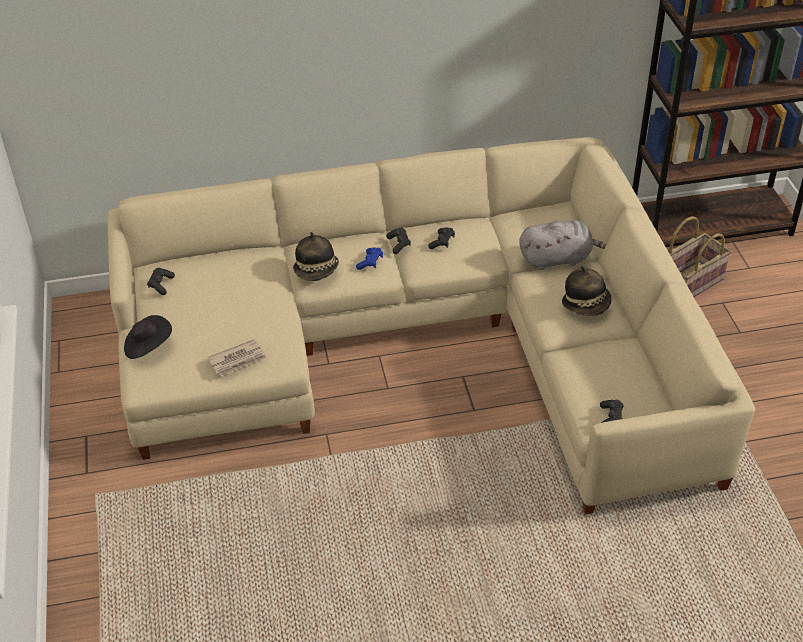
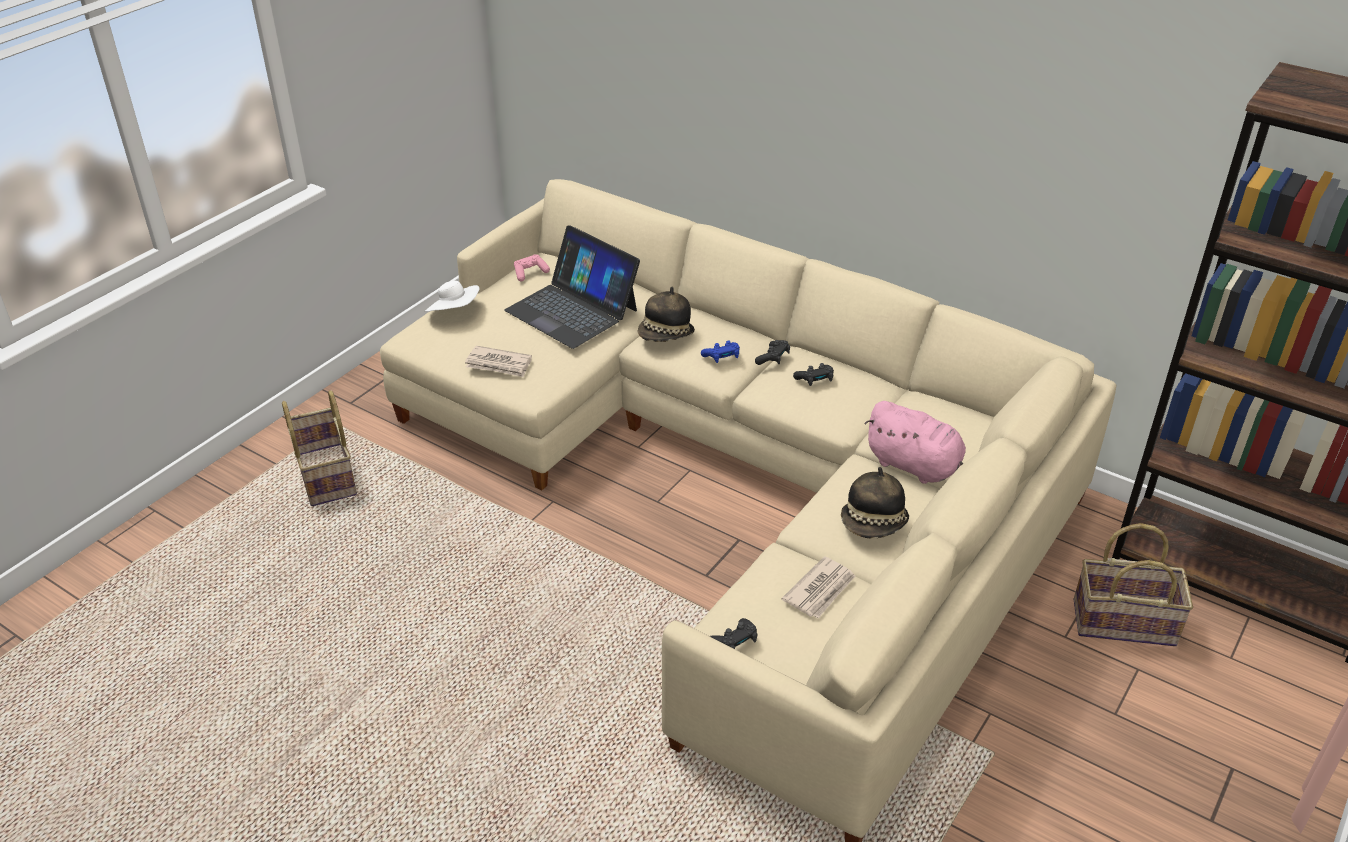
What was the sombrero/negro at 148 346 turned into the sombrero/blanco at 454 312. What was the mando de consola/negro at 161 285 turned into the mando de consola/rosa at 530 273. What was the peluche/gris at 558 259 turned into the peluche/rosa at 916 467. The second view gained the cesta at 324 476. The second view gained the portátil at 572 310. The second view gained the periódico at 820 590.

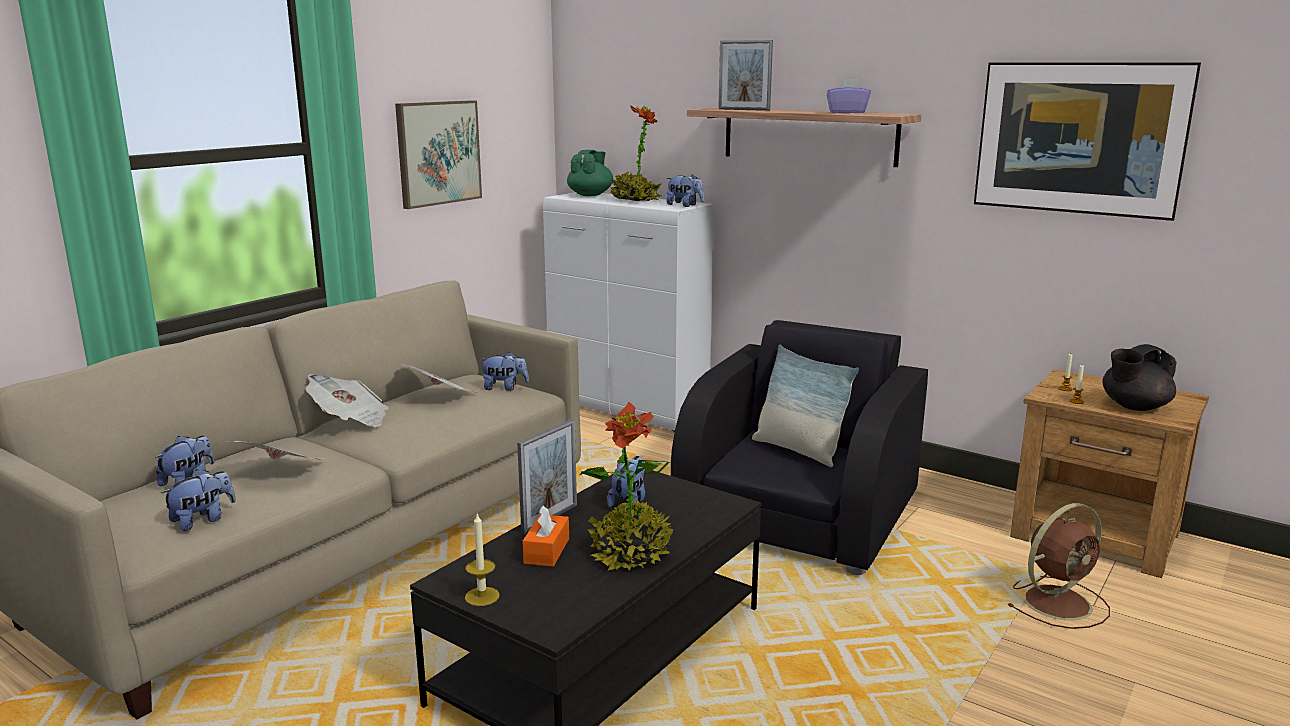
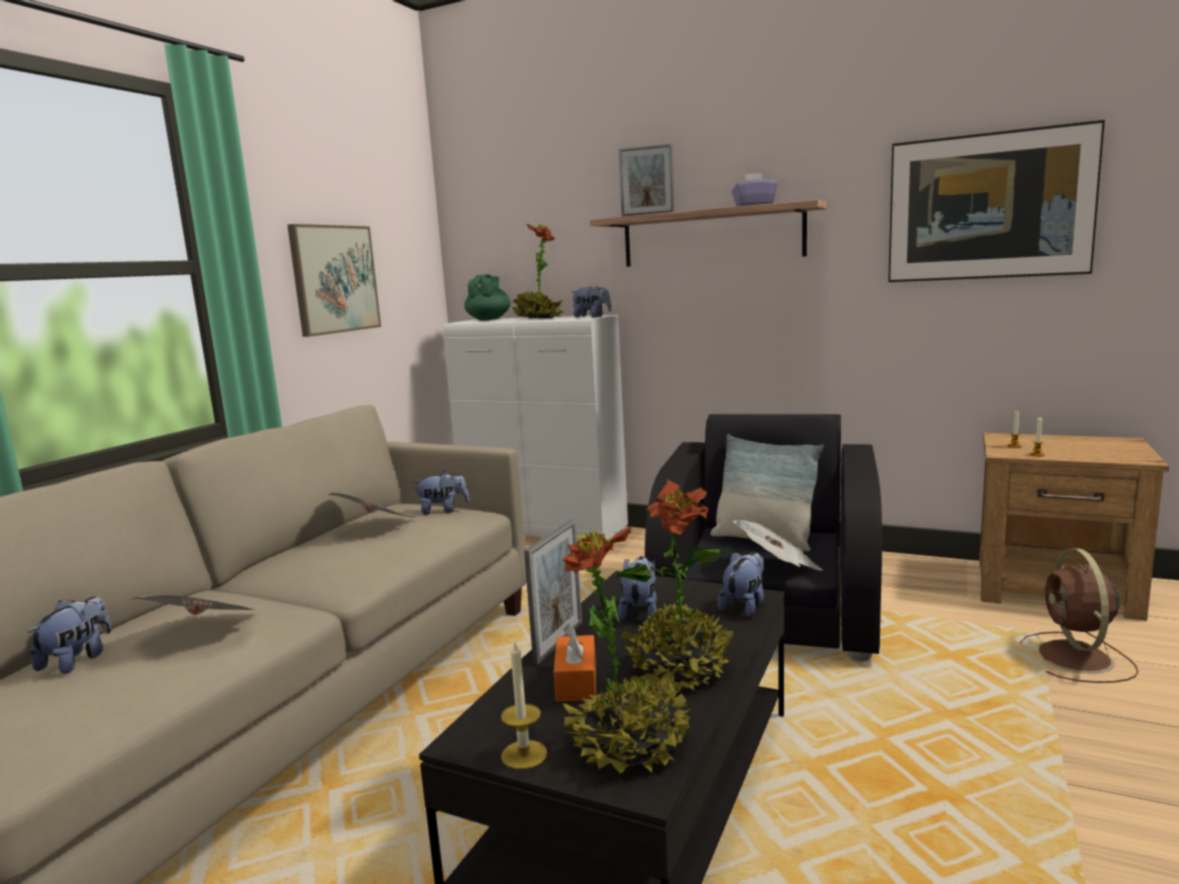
The peluche ended up elsewhere, having gone from 203 520 to 744 605. The periódico ended up elsewhere, having gone from 350 419 to 778 566. The ventilador/marrón at 1059 602 ended up facing another way, 135 degrees clockwise from before. The second view lost the tetera/negro at 1134 407. The second view gained the planta en maceta at 629 744.

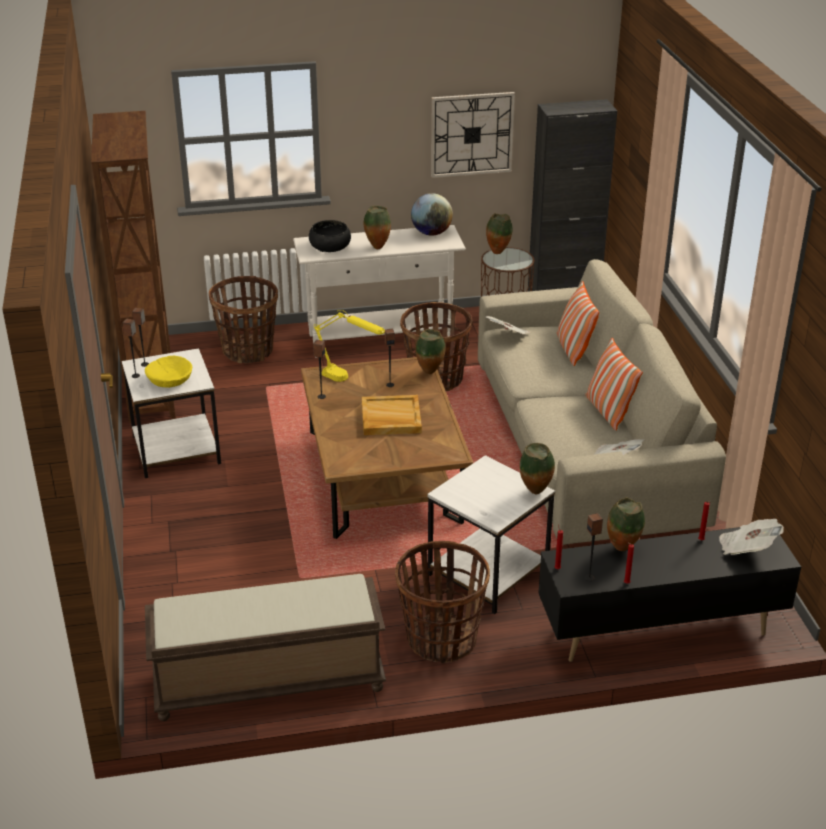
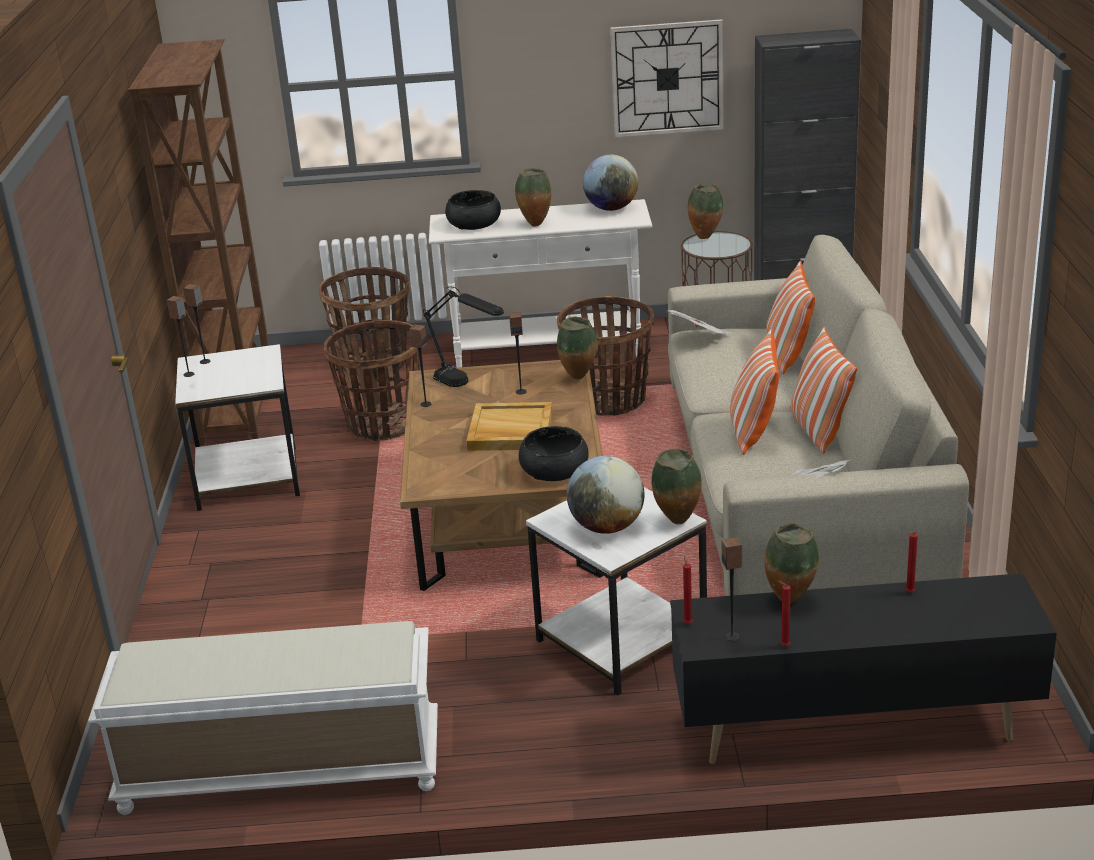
The second view lost the cuenco/amarillo at 170 380. What was the banco/marrón at 267 682 turned into the banco/blanco at 279 770. What was the lámpara de mesa/amarillo at 349 381 turned into the lámpara de mesa/negro at 468 386. The cesta ended up elsewhere, having gone from 441 640 to 382 425. The second view lost the periódico at 746 549. The second view gained the cuenco/negro at 554 470. The second view gained the globo terráqueo at 607 527. The second view gained the cojín at 753 432.

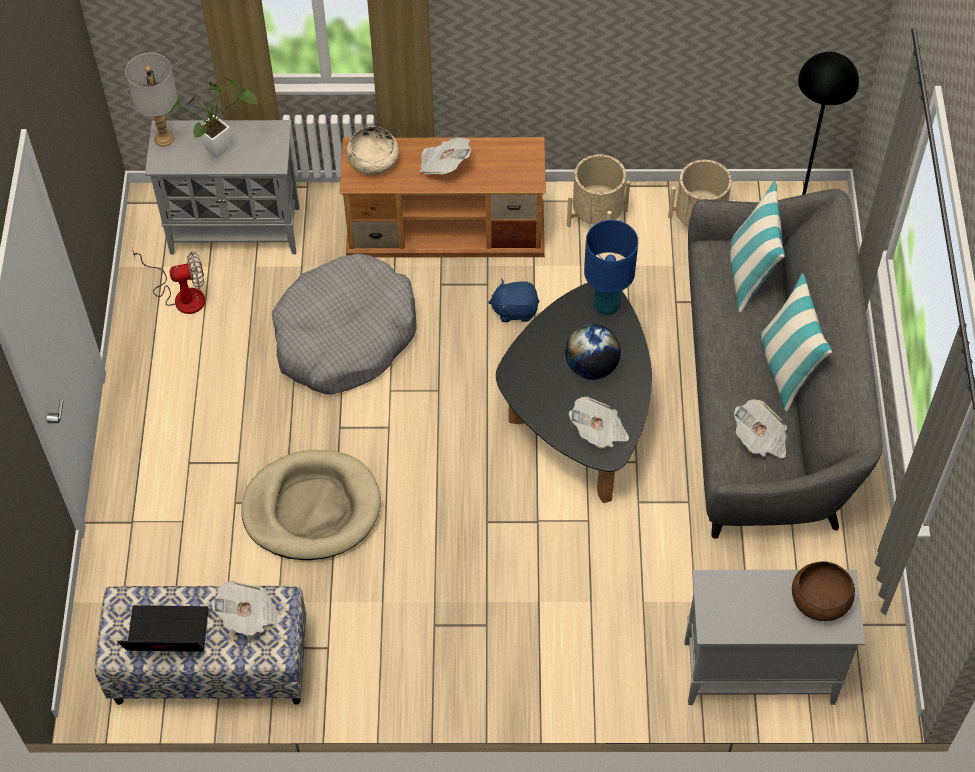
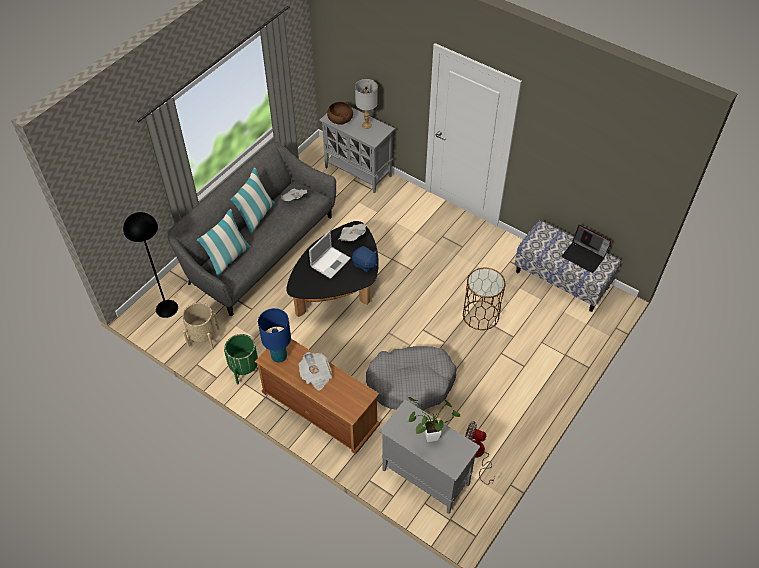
The lámpara de mesa/gris ended up elsewhere, having gone from 164 138 to 366 125. The second view lost the periódico at 249 616. Where the cama para perro/beis stood at 312 508, the mesa auxiliar/marrón came to stand at 481 315. The second view lost the cuenco/beis at 373 160. The peluche/azul ended up elsewhere, having gone from 515 310 to 364 264. Where the globo terráqueo stood at 591 367, the portátil came to stand at 331 262. What was the maceta/beis at 597 218 turned into the maceta/verde at 245 369. The lámpara de mesa/azul ended up elsewhere, having gone from 606 305 to 279 356.

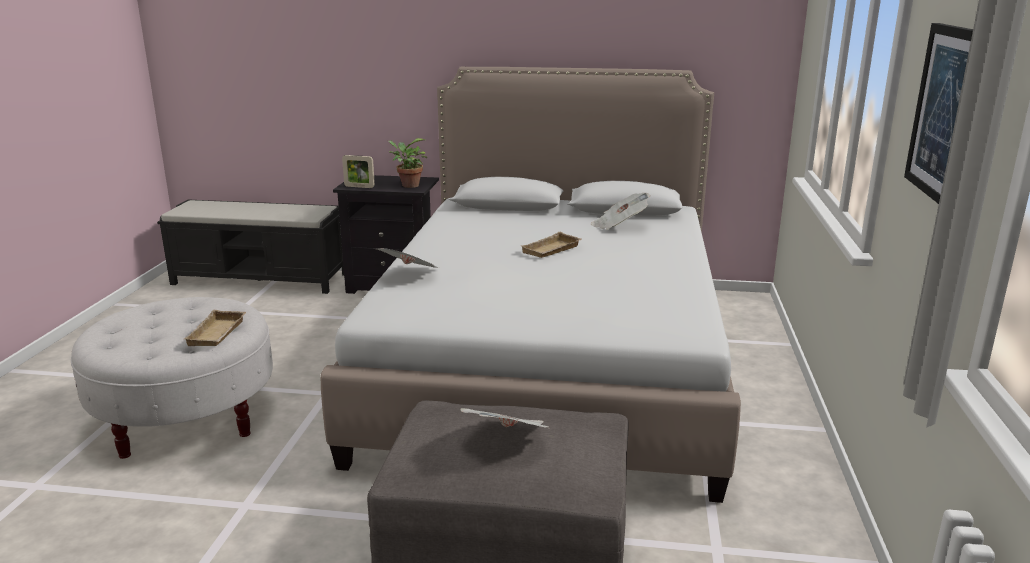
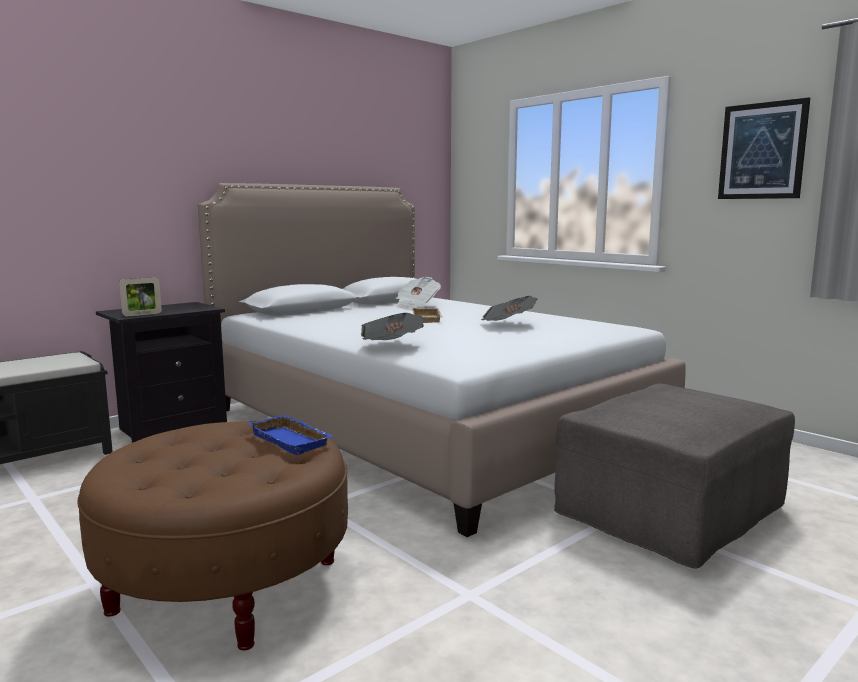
What was the puf/blanco at 186 417 turned into the puf/marrón at 226 585. What was the bandeja/beis at 218 334 turned into the bandeja/azul at 293 440. The second view lost the planta en maceta at 408 185. The periódico ended up elsewhere, having gone from 509 439 to 508 324.

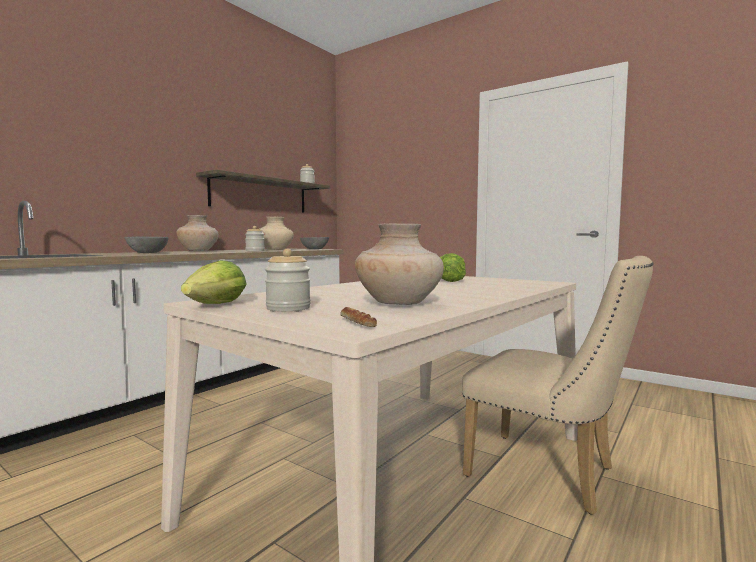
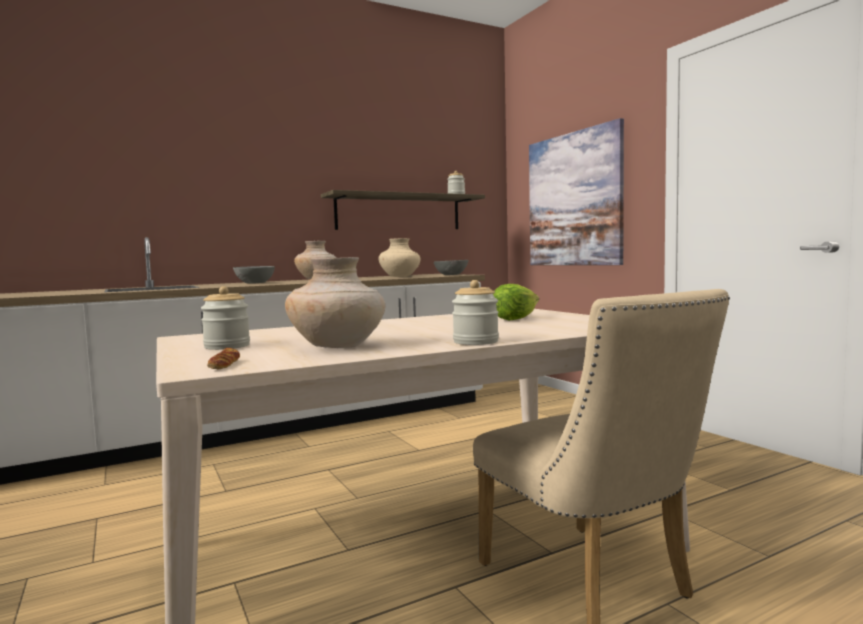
The second view lost the lechuga at 216 305. The tarro ended up elsewhere, having gone from 255 251 to 475 342. The second view gained the cuadro at 573 199.

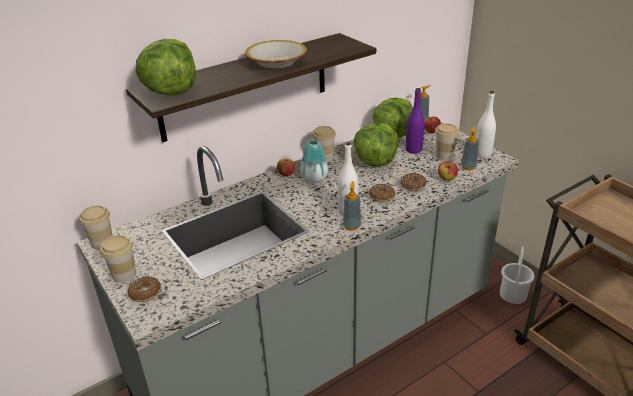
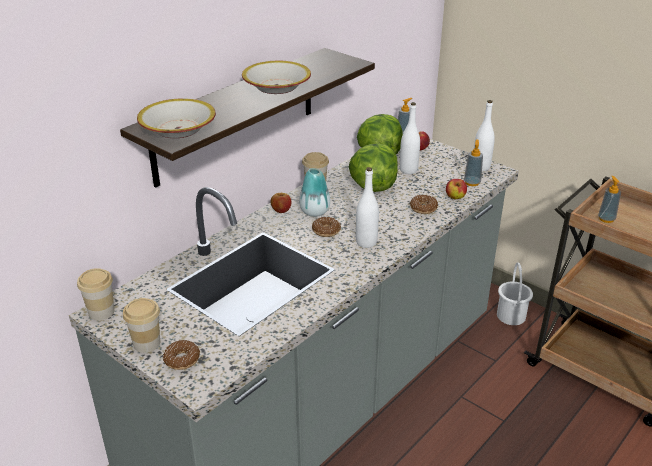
Where the lechuga stood at 170 92, the cuenco came to stand at 178 129. The dispensador de jabón ended up elsewhere, having gone from 352 226 to 606 219. The rosquilla ended up elsewhere, having gone from 382 196 to 326 231. What was the botella/morado at 413 150 turned into the botella/blanco at 408 170. The second view lost the taza at 444 155.

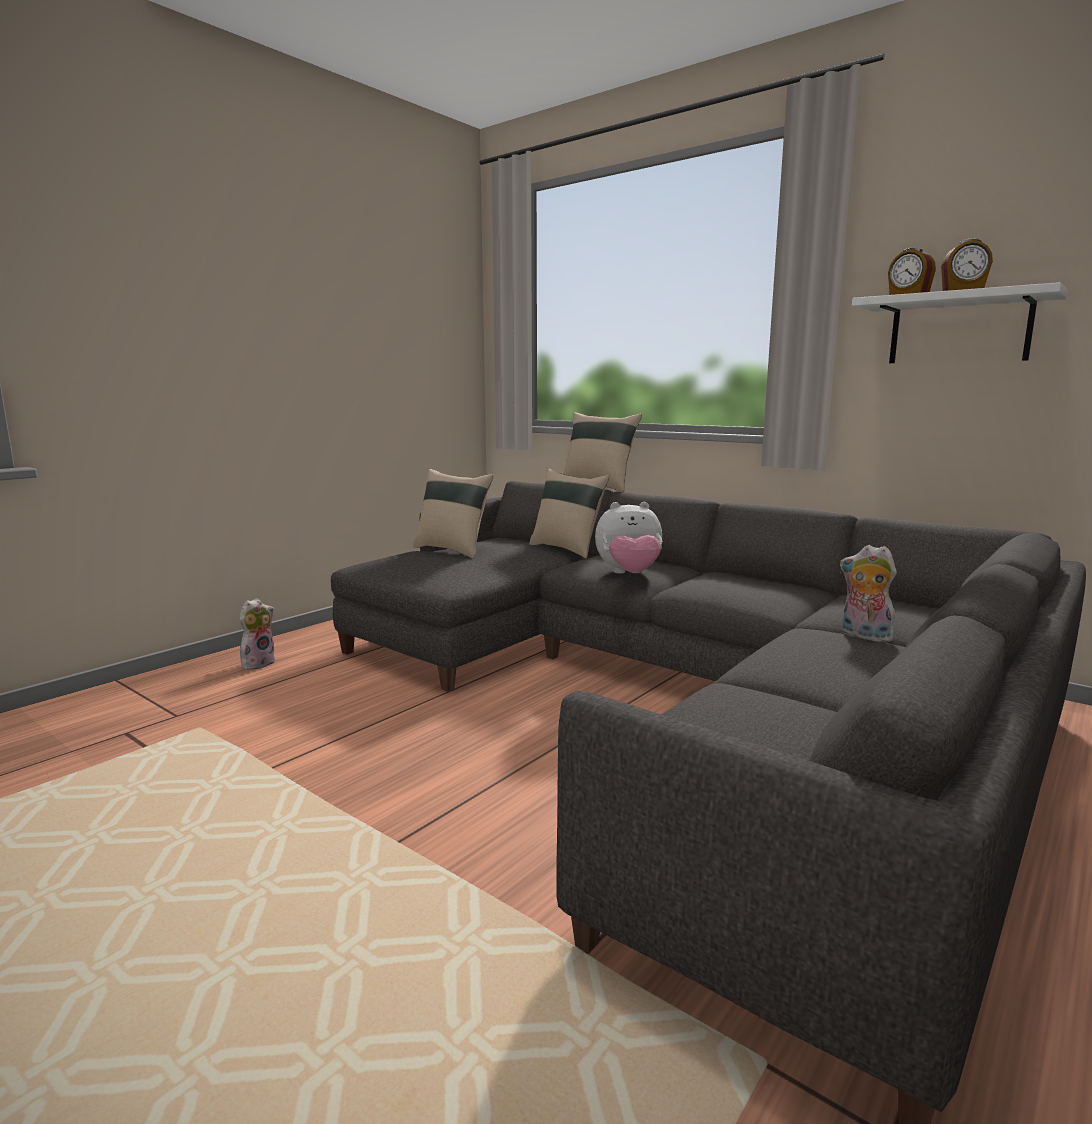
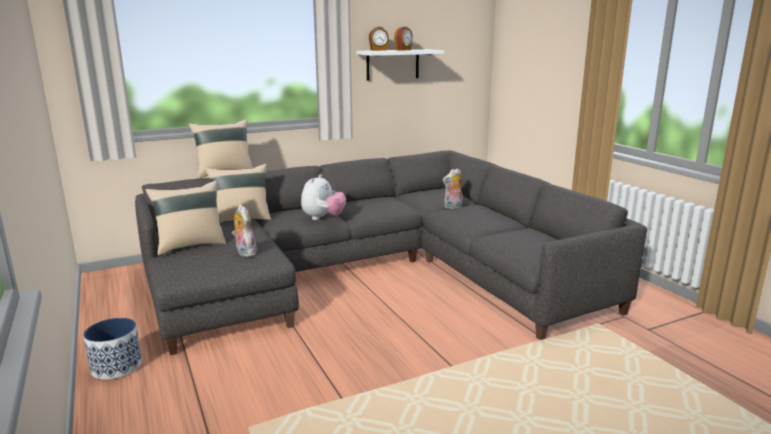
The peluche ended up elsewhere, having gone from 258 663 to 244 253. The second view gained the maceta at 116 366.

